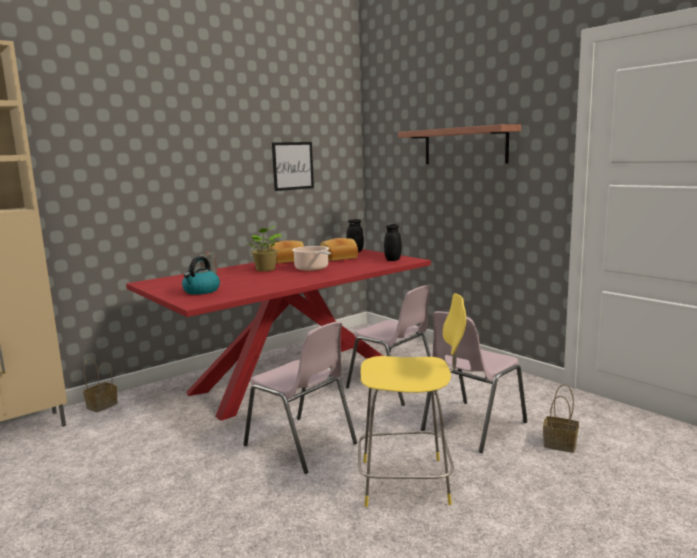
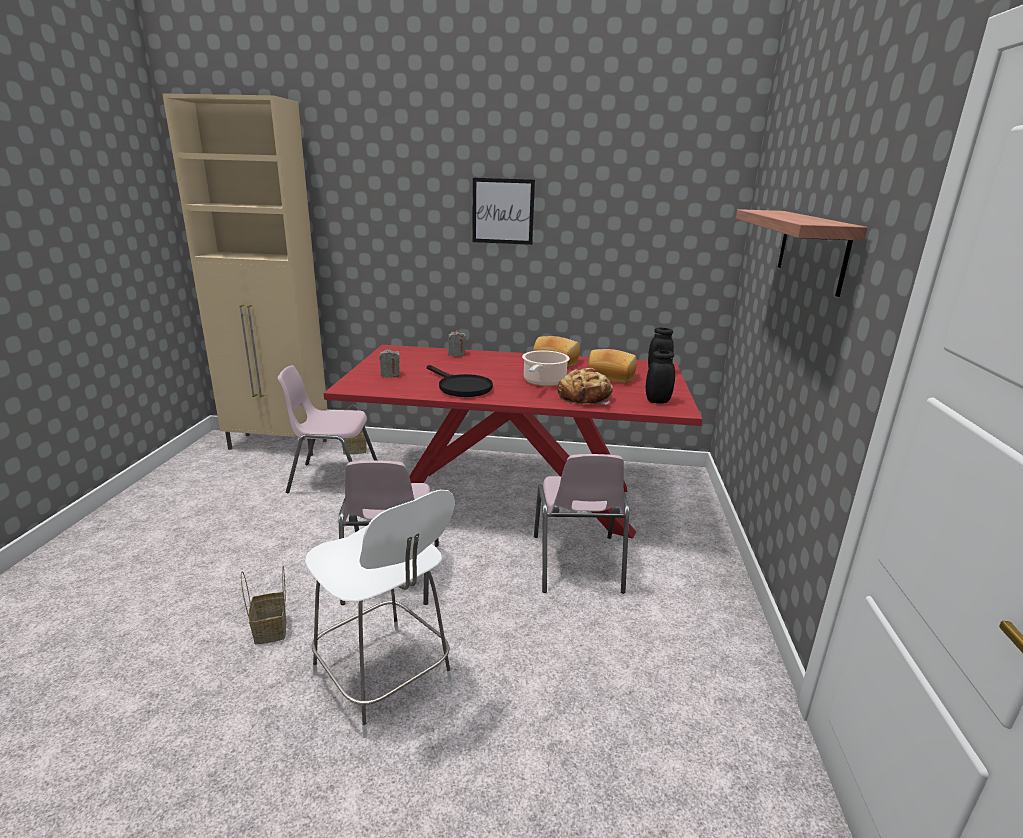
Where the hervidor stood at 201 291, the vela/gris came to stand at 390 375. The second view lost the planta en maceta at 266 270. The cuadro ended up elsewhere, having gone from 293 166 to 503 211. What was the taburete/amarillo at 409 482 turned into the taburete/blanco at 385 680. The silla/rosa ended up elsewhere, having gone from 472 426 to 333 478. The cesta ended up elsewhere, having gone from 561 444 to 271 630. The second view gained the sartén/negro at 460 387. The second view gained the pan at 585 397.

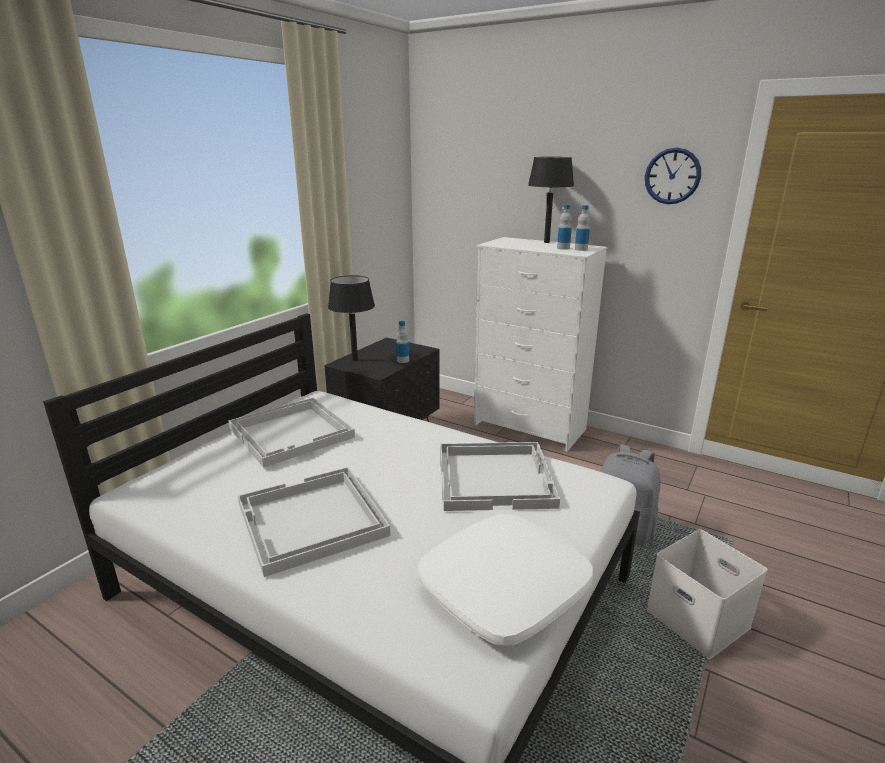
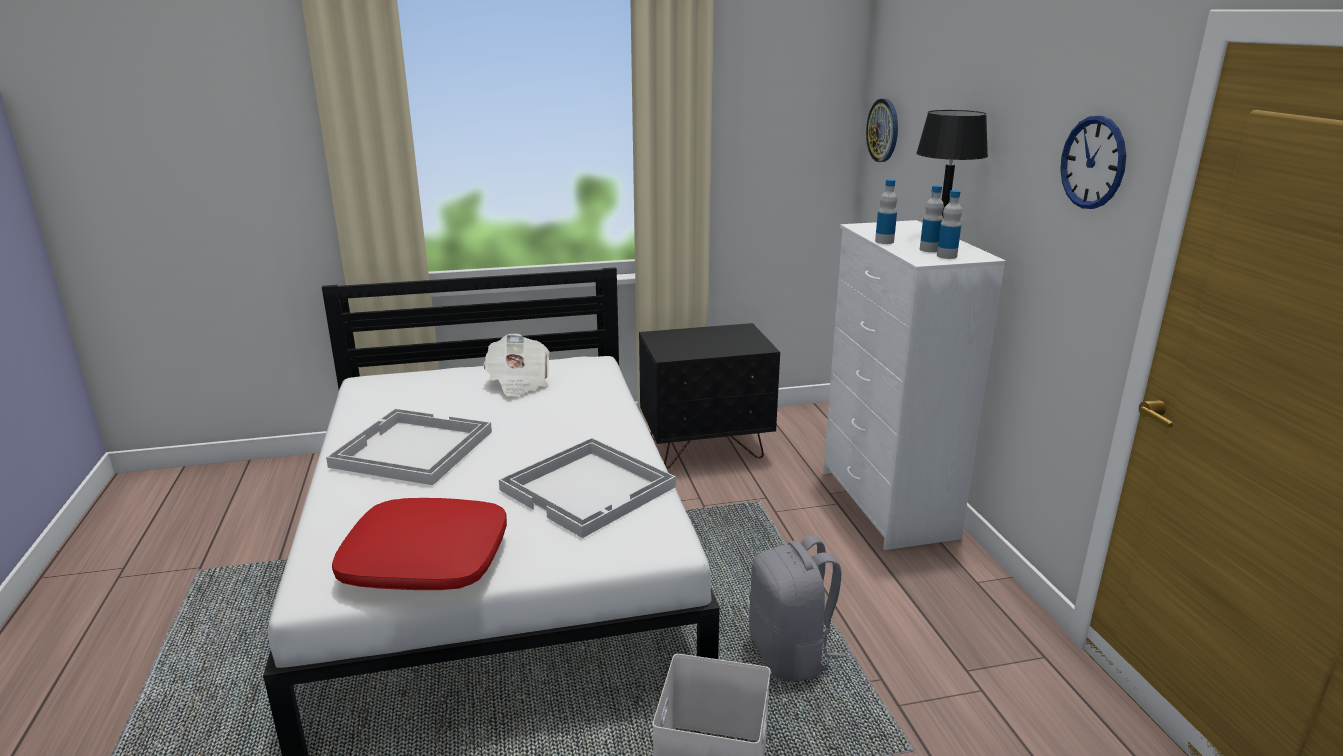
Where the bandeja/blanco stood at 292 433, the periódico came to stand at 518 382. The second view lost the lámpara de mesa/negro at 354 360. The botella ended up elsewhere, having gone from 403 360 to 884 241. What was the cojín/blanco at 503 588 turned into the cojín/rojo at 427 560. The second view gained the reloj de pared at 883 130.

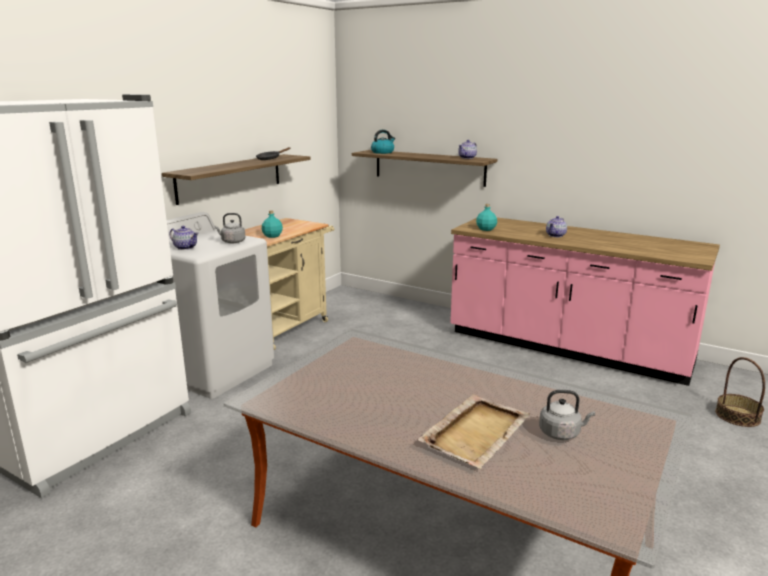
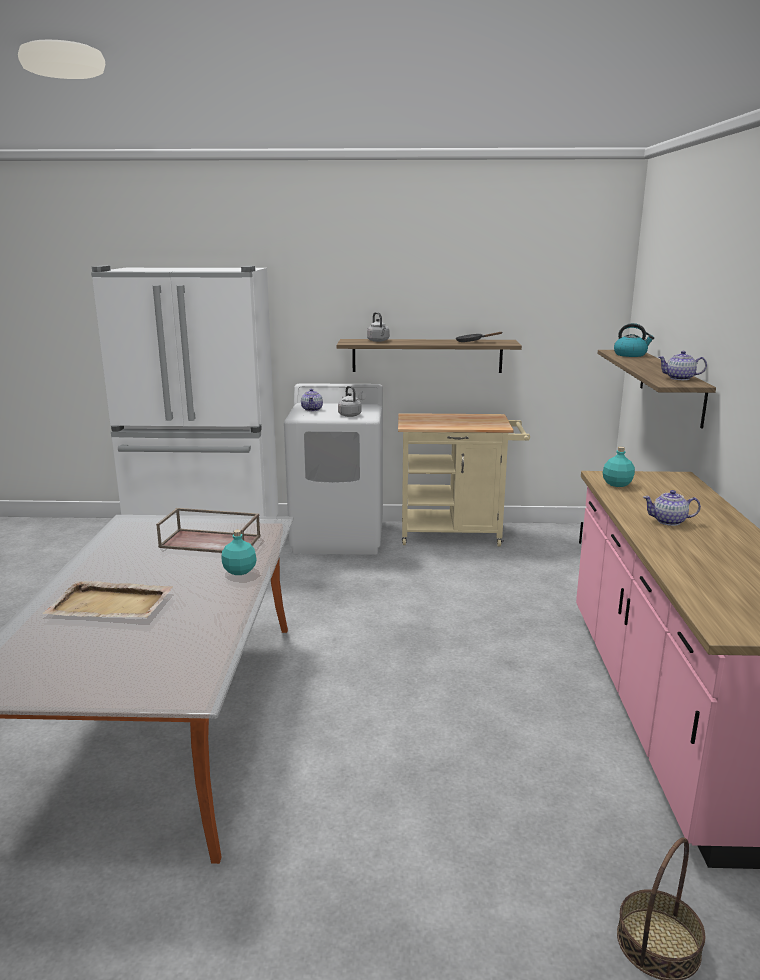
The botella/turquesa ended up elsewhere, having gone from 273 236 to 240 571. The hervidor/gris ended up elsewhere, having gone from 561 433 to 378 341. The second view gained the bandeja/marrón at 211 541.

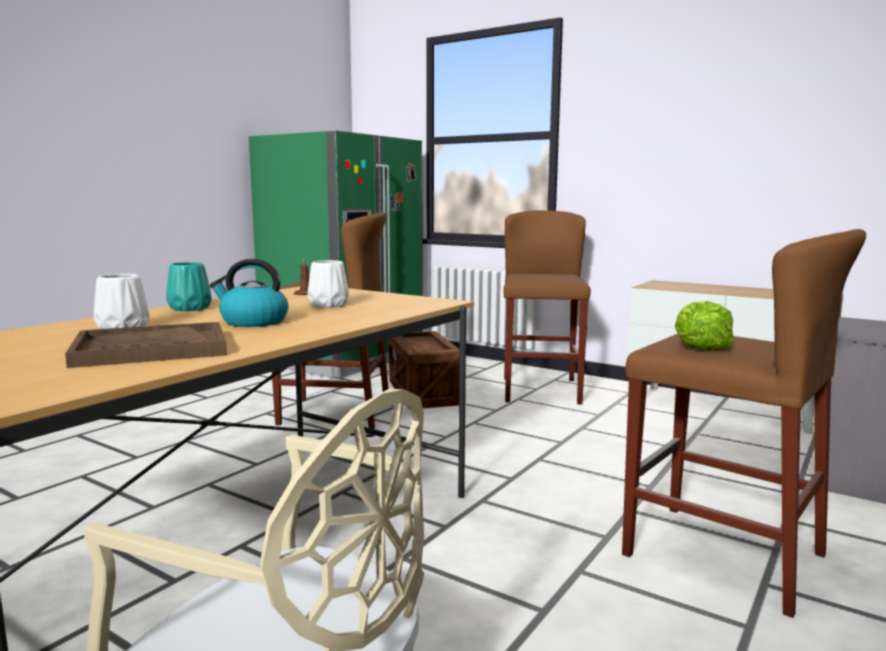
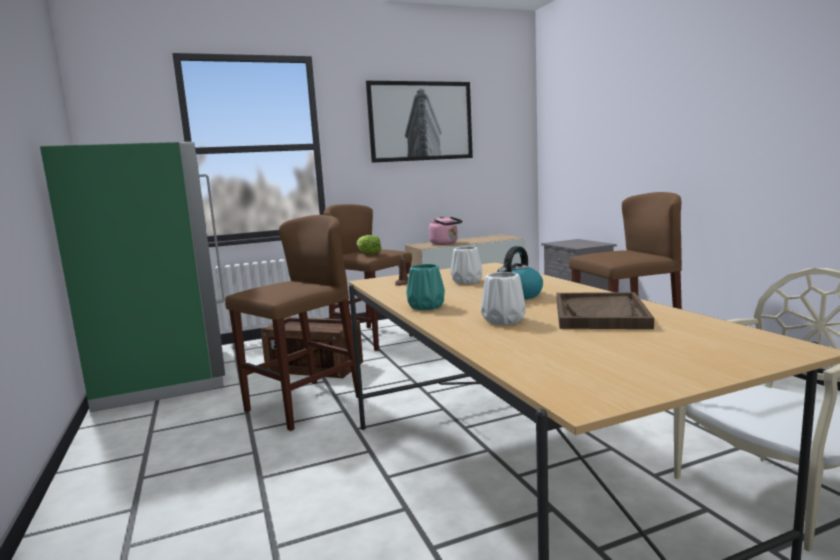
The lechuga ended up elsewhere, having gone from 701 346 to 368 253. The second view gained the cuadro at 420 121. The second view gained the hervidor/rosa at 445 243.

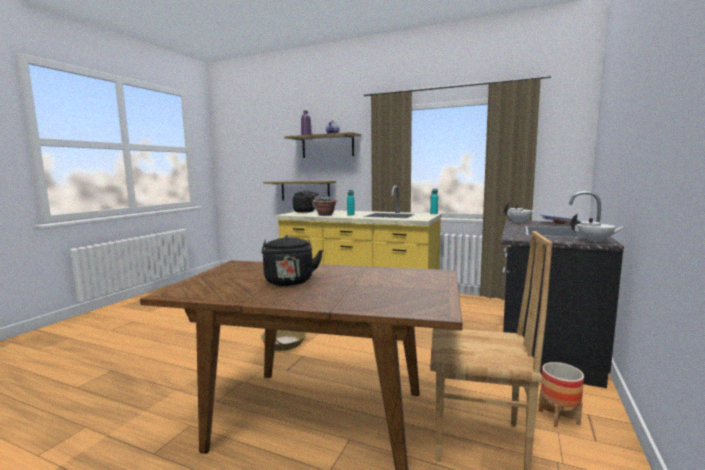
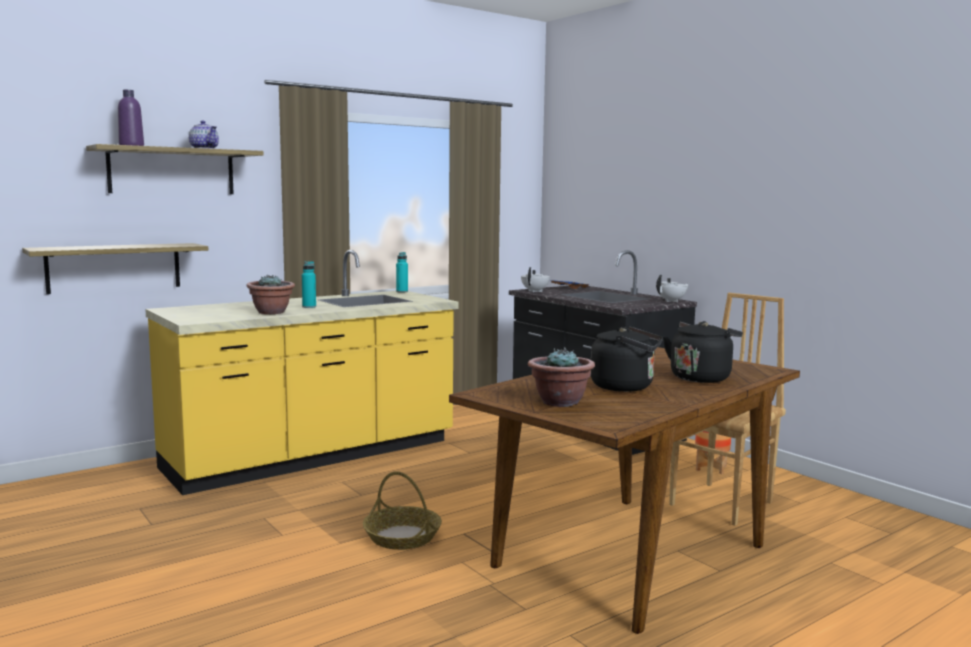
The hervidor/negro ended up elsewhere, having gone from 306 211 to 701 377. The second view gained the planta en maceta at 559 402.

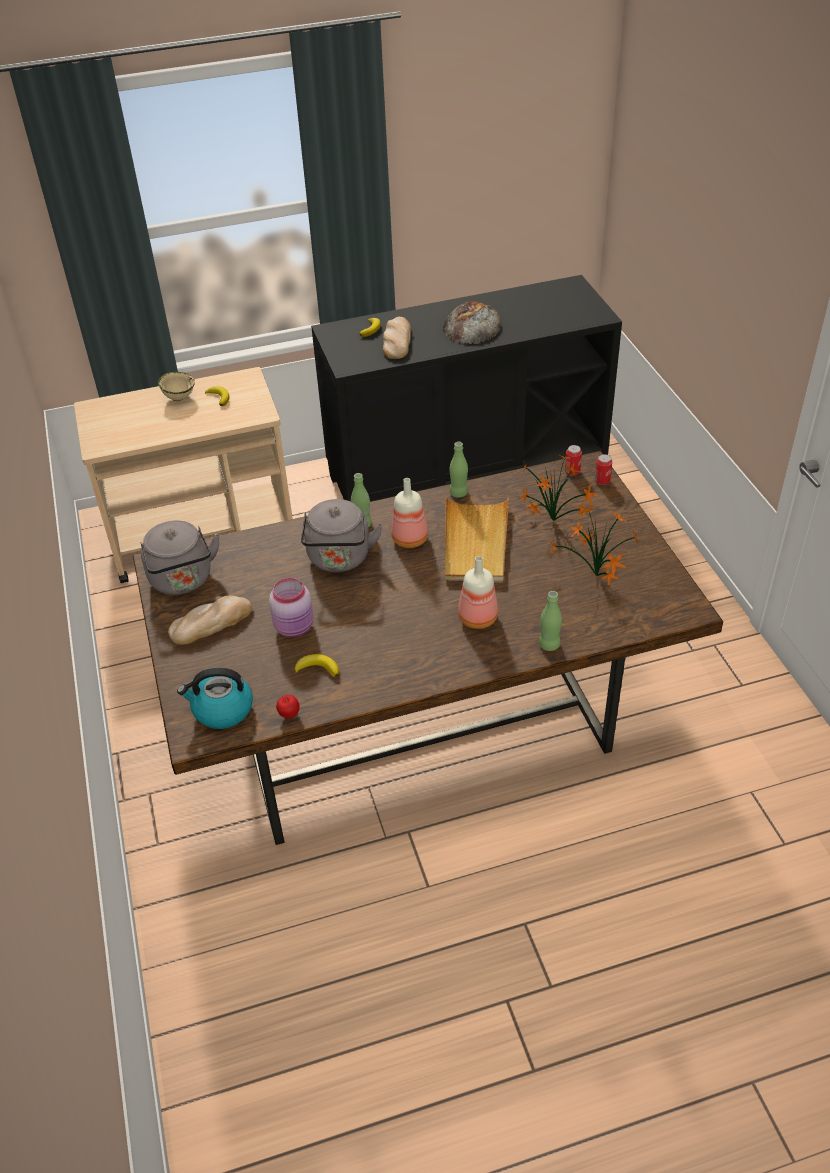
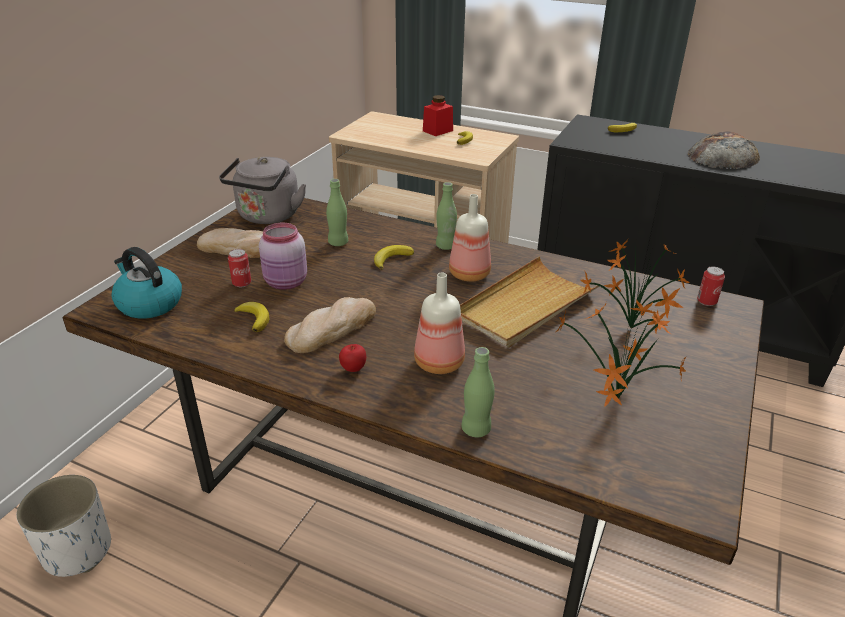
Where the cuenco/beis stood at 179 397, the tarro/rojo came to stand at 437 131. The manzana ended up elsewhere, having gone from 289 714 to 353 369. Where the hervidor/gris stood at 339 559, the plátano came to stand at 391 259. The pan ended up elsewhere, having gone from 397 341 to 332 328. The botella/verde ended up elsewhere, having gone from 458 493 to 338 243. The lata ended up elsewhere, having gone from 602 481 to 242 283. The second view gained the maceta/blanco at 77 551.

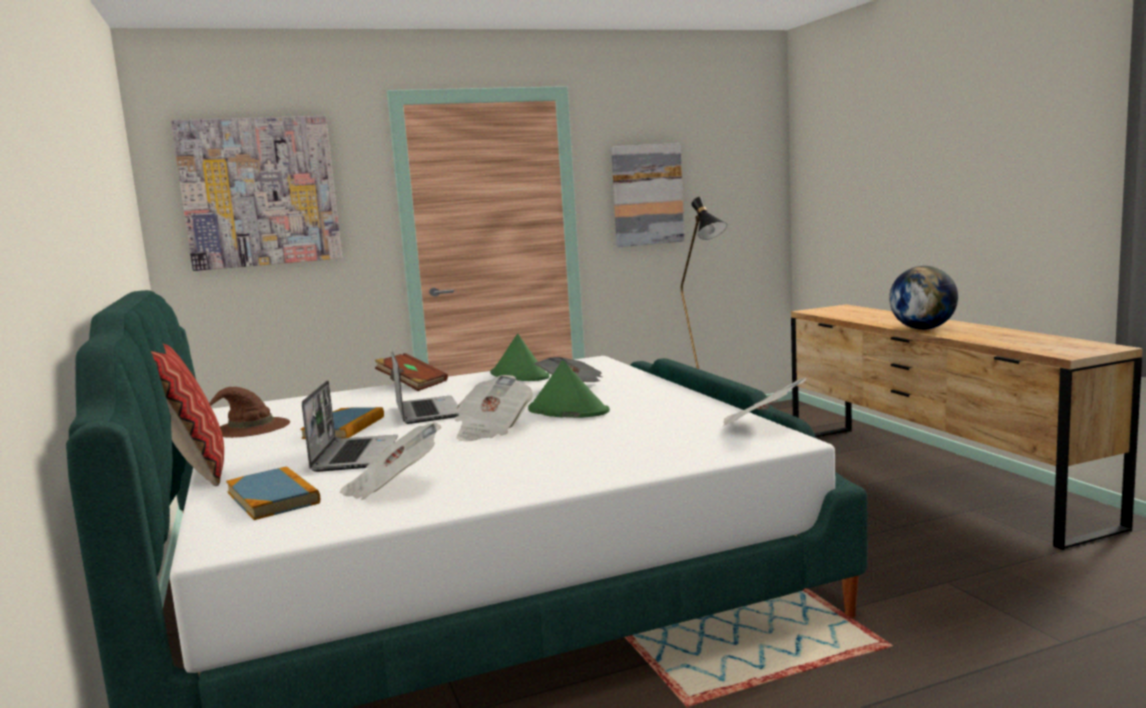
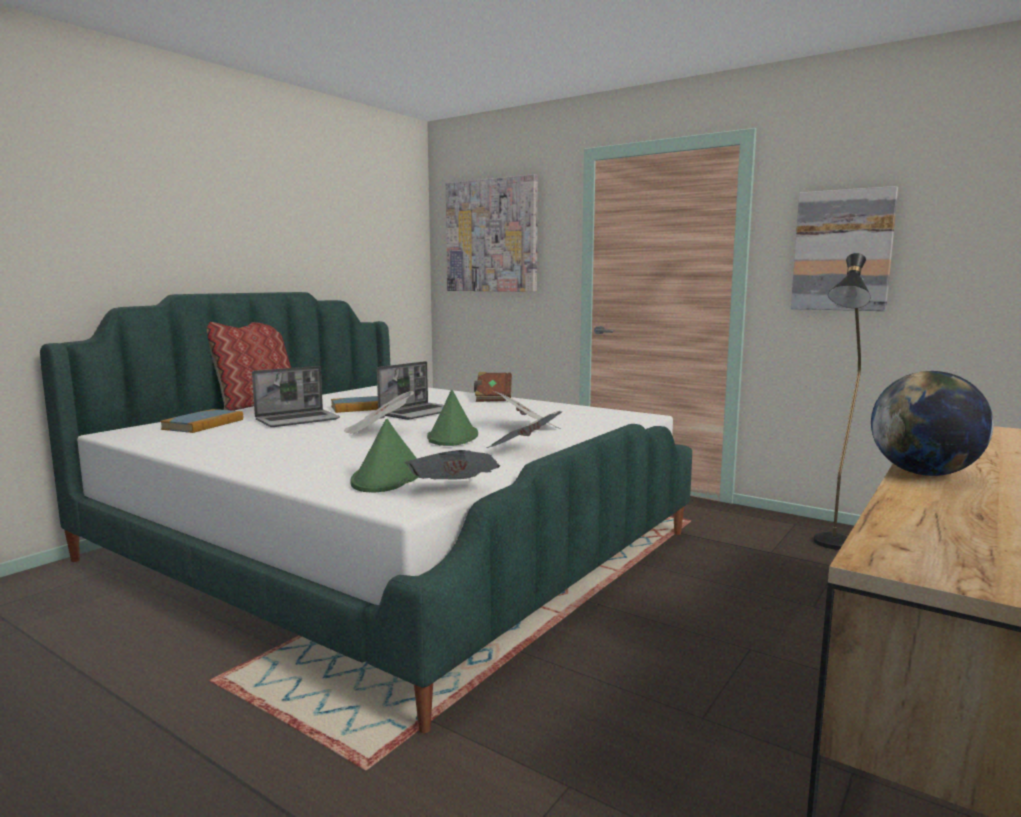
The second view lost the sombrero/marrón at 250 427. The periódico ended up elsewhere, having gone from 392 488 to 523 450. The sombrero/verde ended up elsewhere, having gone from 520 375 to 388 477.

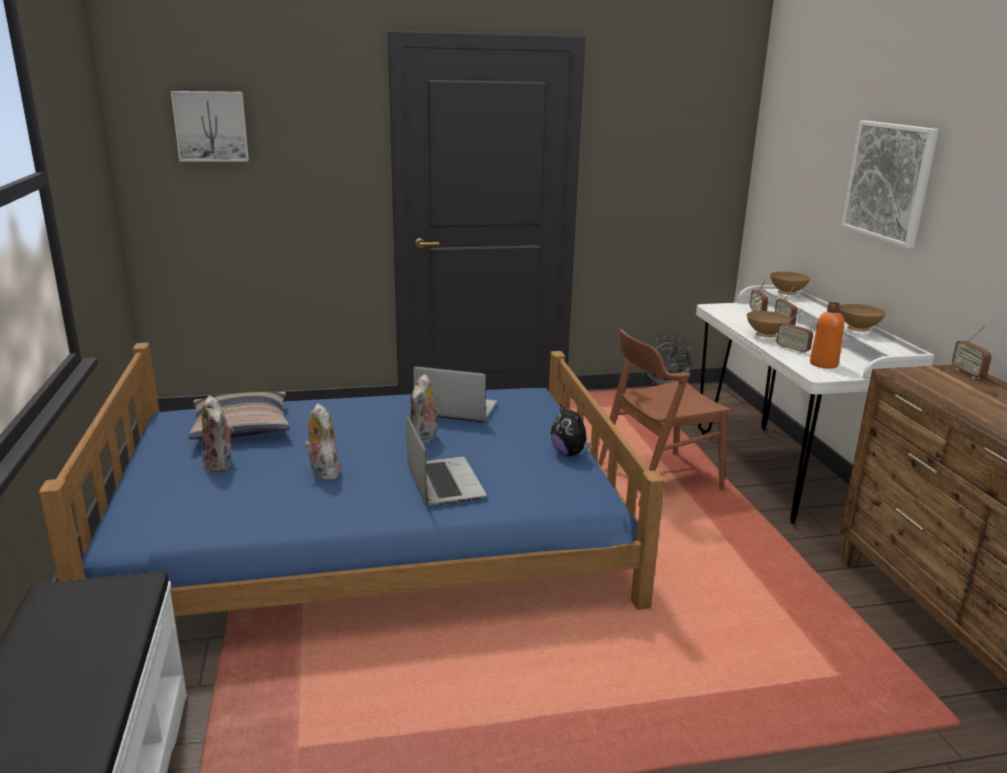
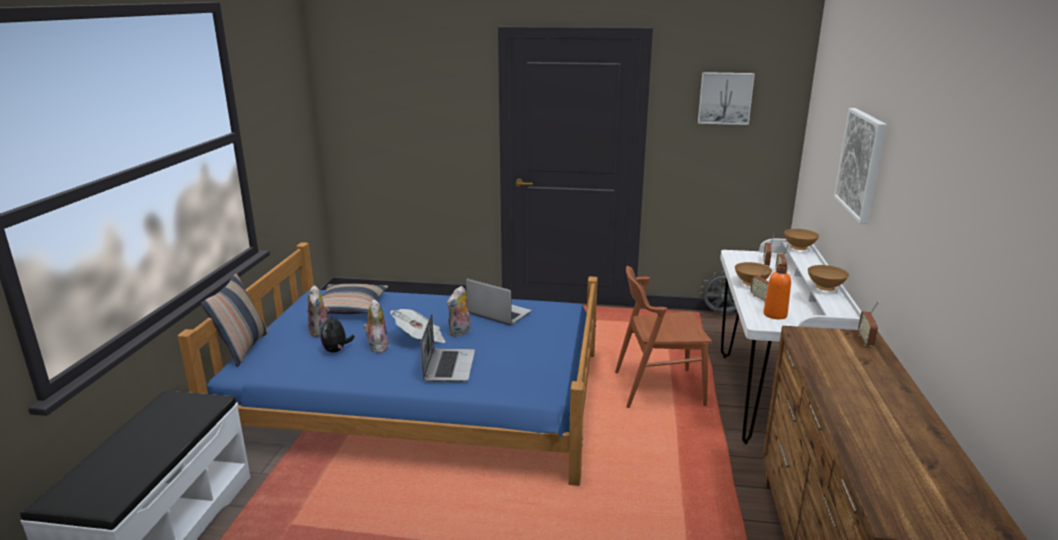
The cuadro ended up elsewhere, having gone from 211 126 to 725 98. The peluche ended up elsewhere, having gone from 569 453 to 336 350. The second view gained the cojín at 243 348. The second view gained the periódico at 420 339.

